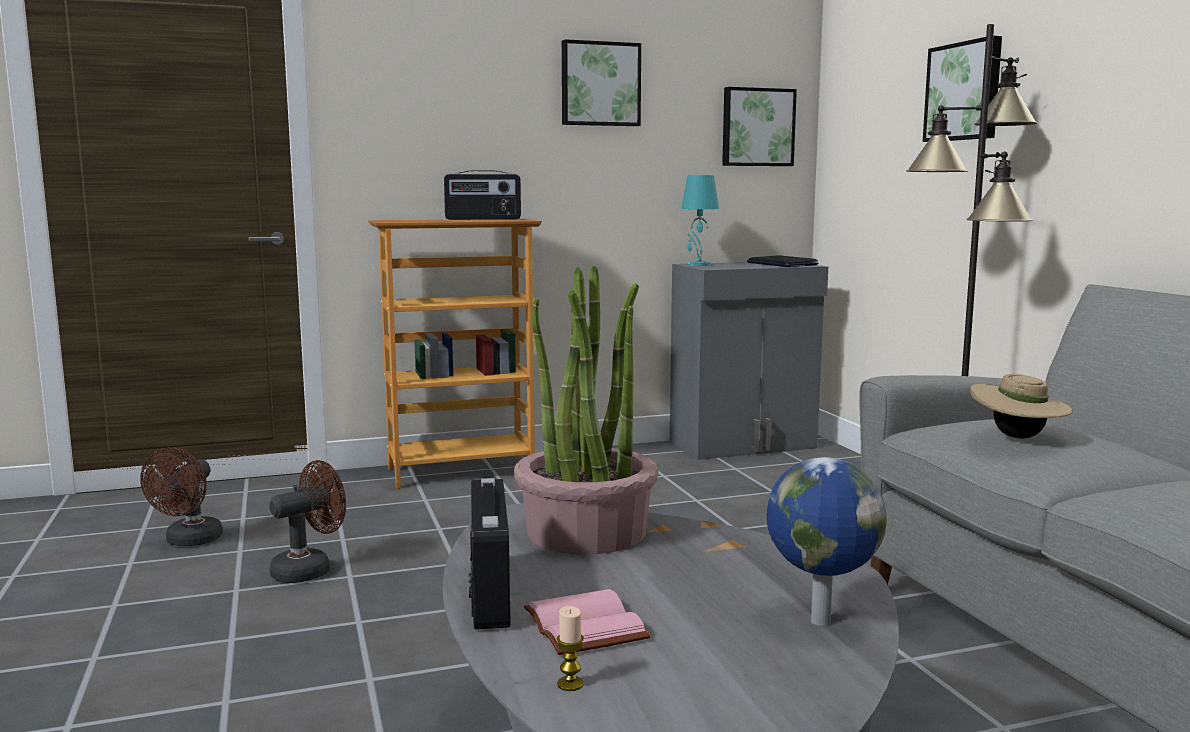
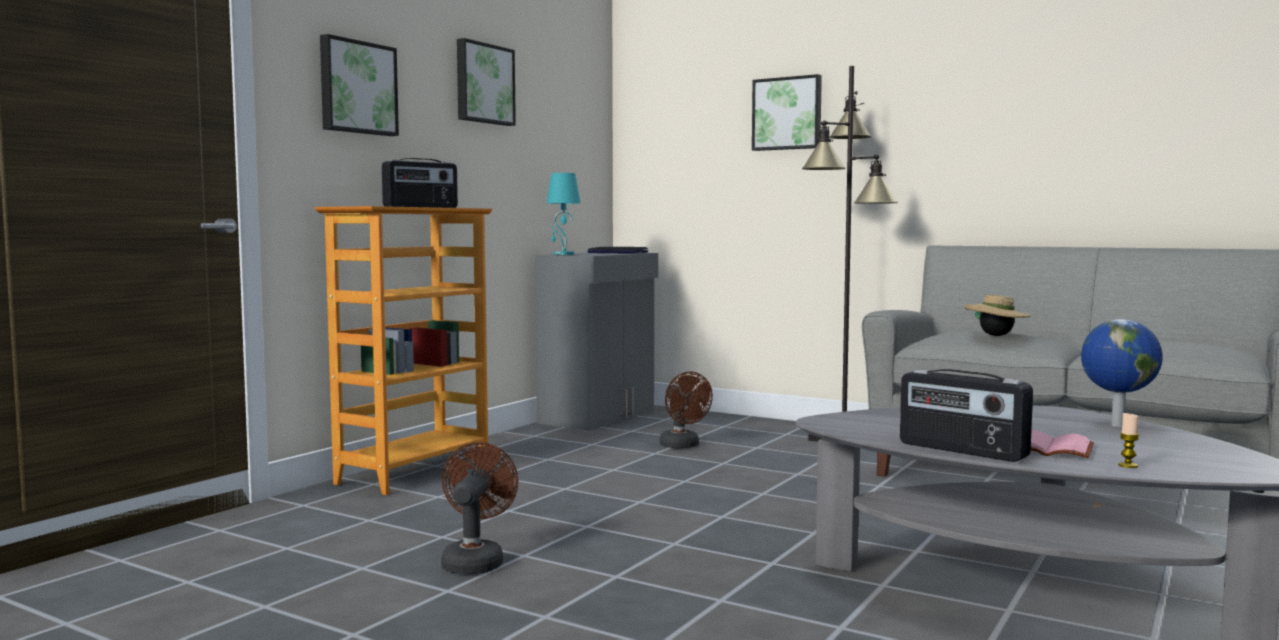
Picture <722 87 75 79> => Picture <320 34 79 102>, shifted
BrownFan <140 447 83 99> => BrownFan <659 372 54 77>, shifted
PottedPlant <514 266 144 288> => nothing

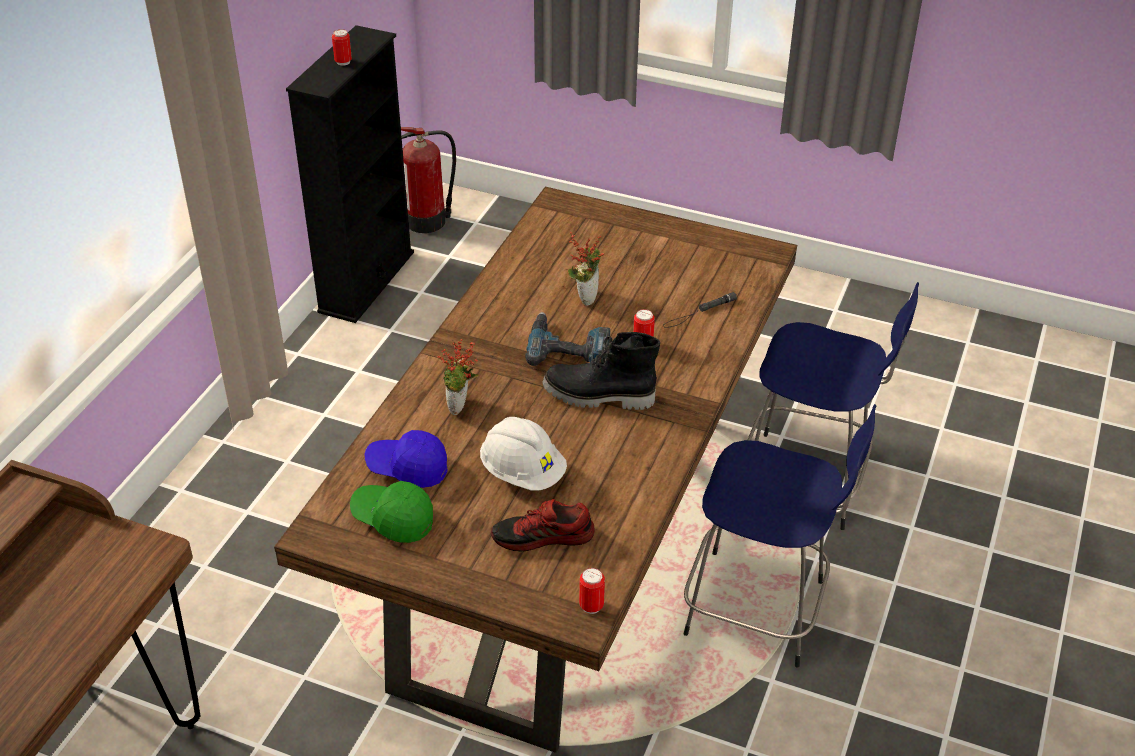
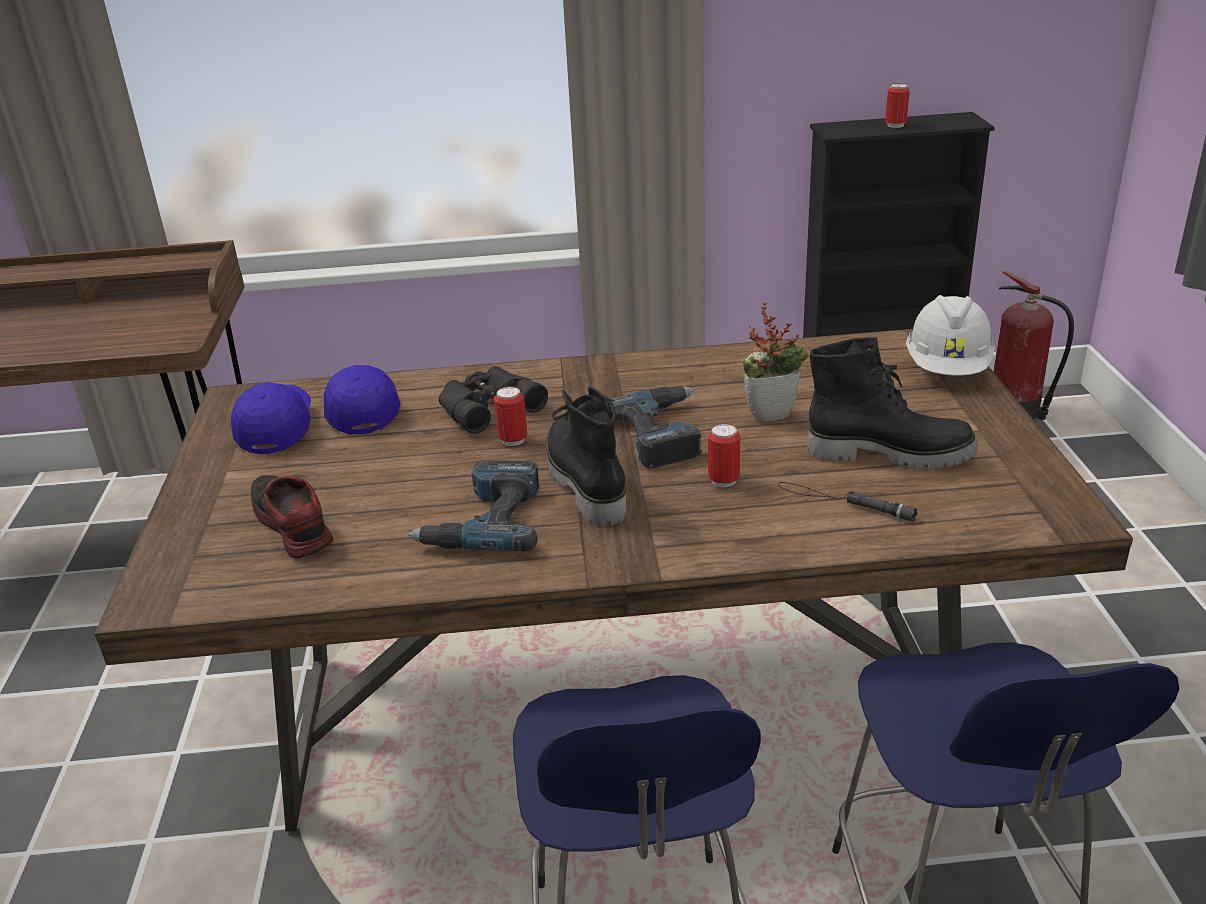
GreenCap <350 481 83 62> => BlueCap <231 382 80 72>
nothing => PowerDrill <408 460 131 91>
PottedPlant <437 339 41 76> => BlackBinoculars <438 366 110 68>
Can <579 568 26 46> => Can <494 386 33 60>, shifted
nothing => BlackBoot <808 337 170 133>
WhiteHardHat <480 417 87 74> => WhiteHardHat <906 295 89 80>, shifted

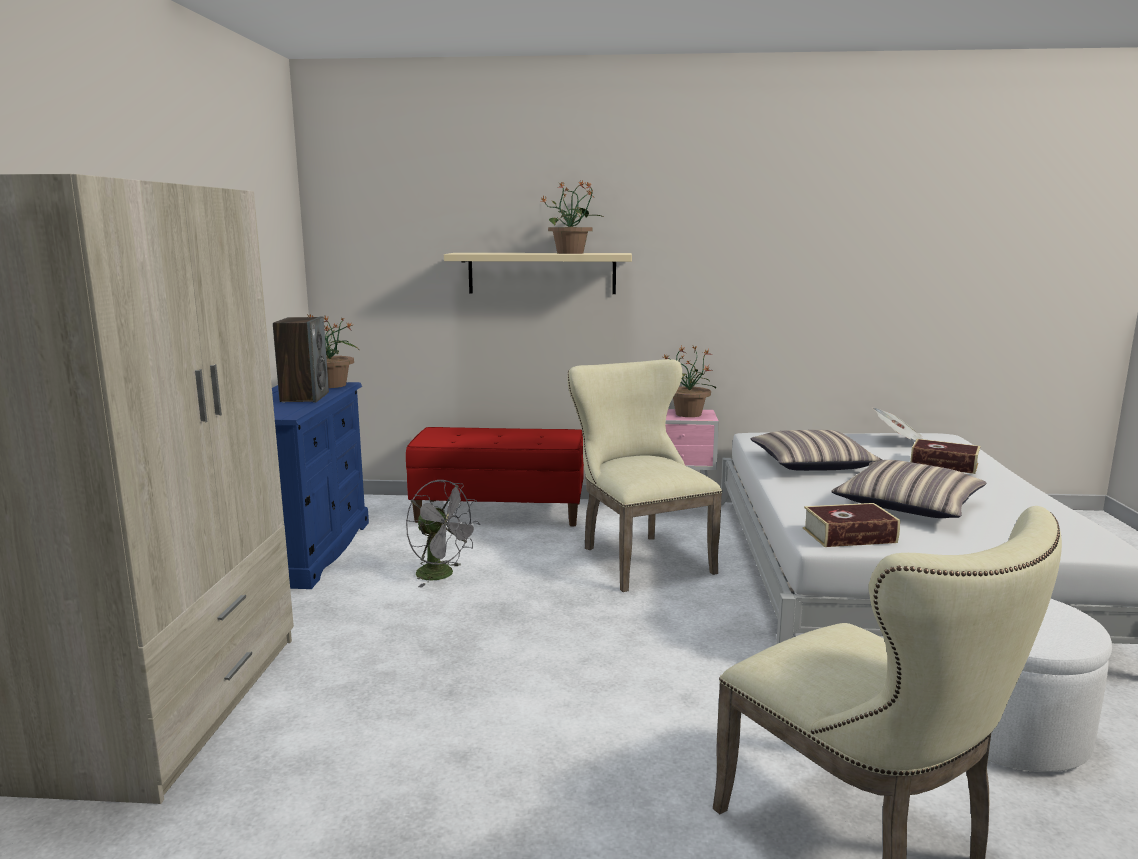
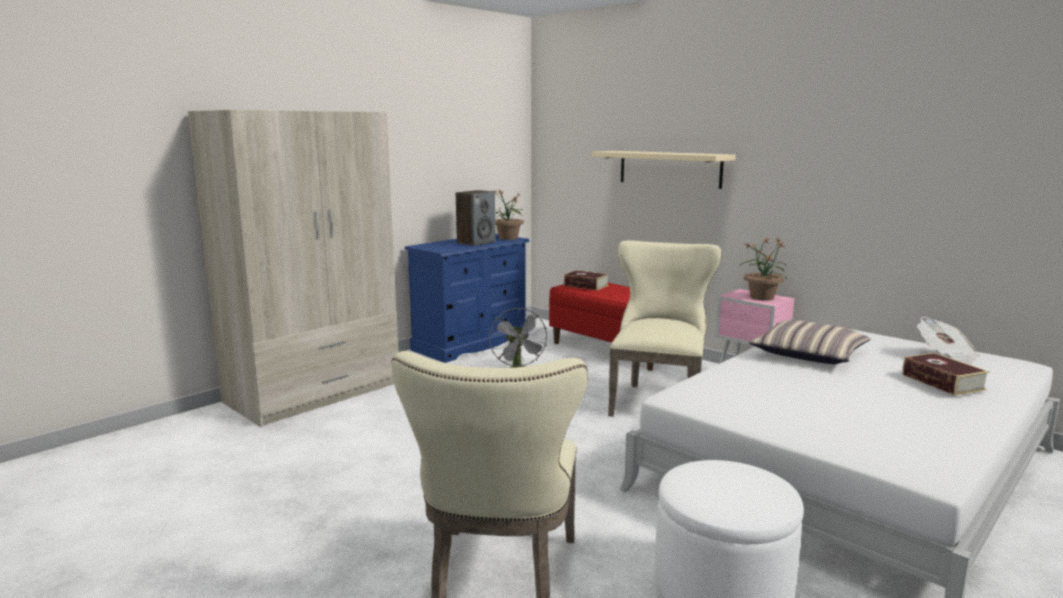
Book <803 503 97 44> => Book <564 270 45 20>, shifted
PottedPlant <541 180 64 74> => nothing
Pillow <831 460 155 58> => nothing

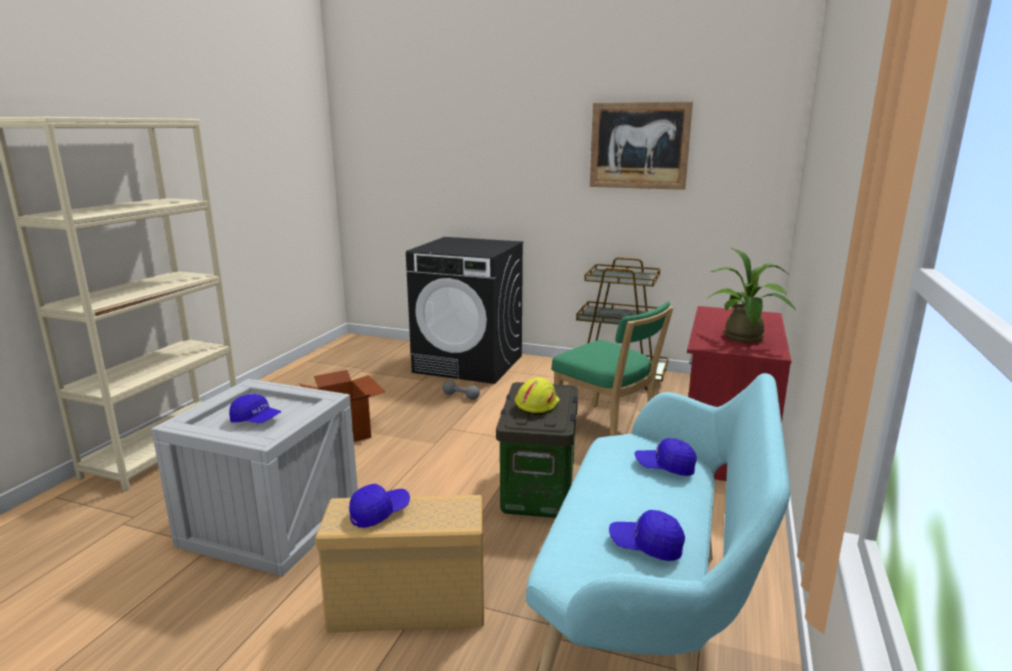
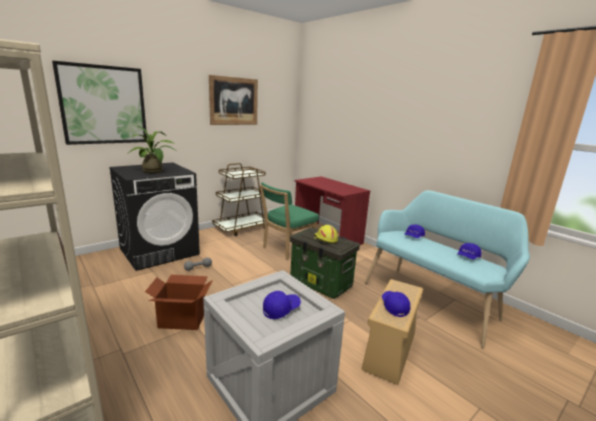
nothing => Picture <52 61 95 84>
PottedPlant <706 248 90 95> => PottedPlant <126 125 52 48>, shifted
GreenChair <551 302 123 134> => GreenChair <259 182 60 78>, 150 degrees clockwise

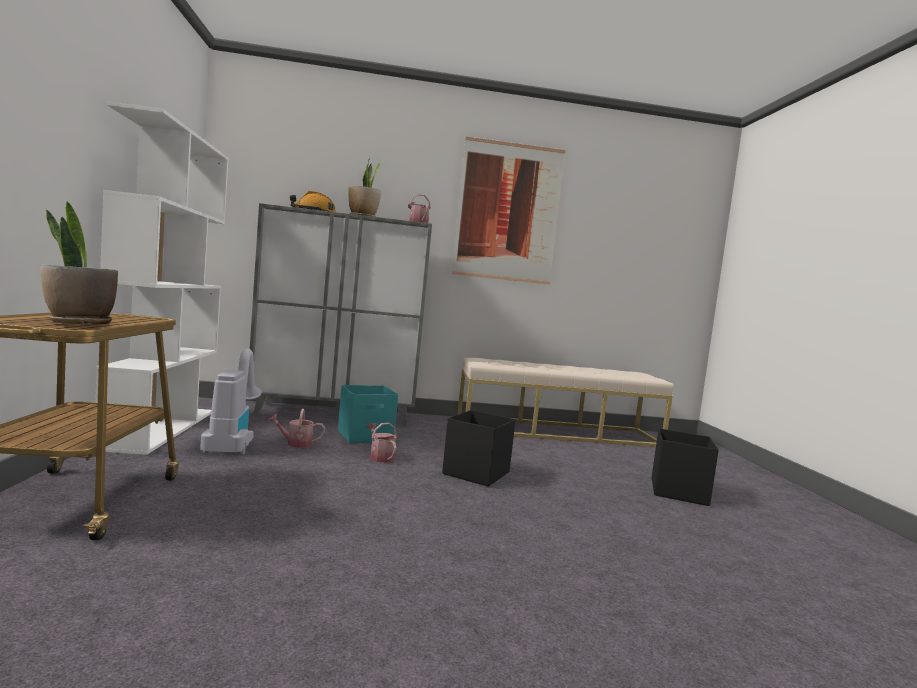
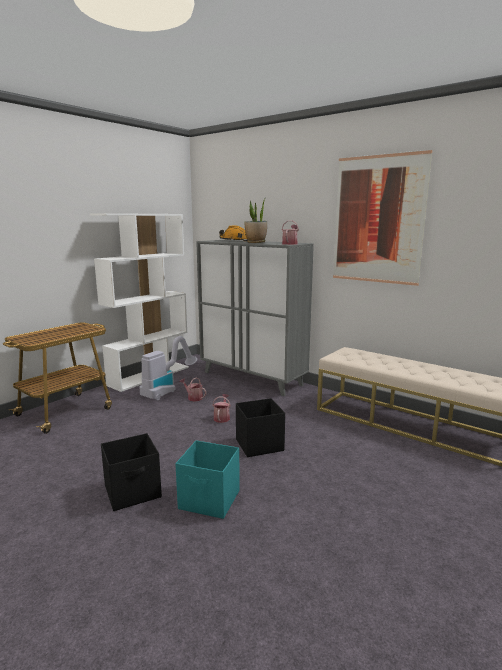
BlackStorageBox <652 428 67 78> => BlackStorageBox <101 433 61 78>, shifted
TurquoiseStorageBox <338 385 60 58> => TurquoiseStorageBox <175 440 65 79>, shifted
PottedPlant <40 202 78 122> => nothing

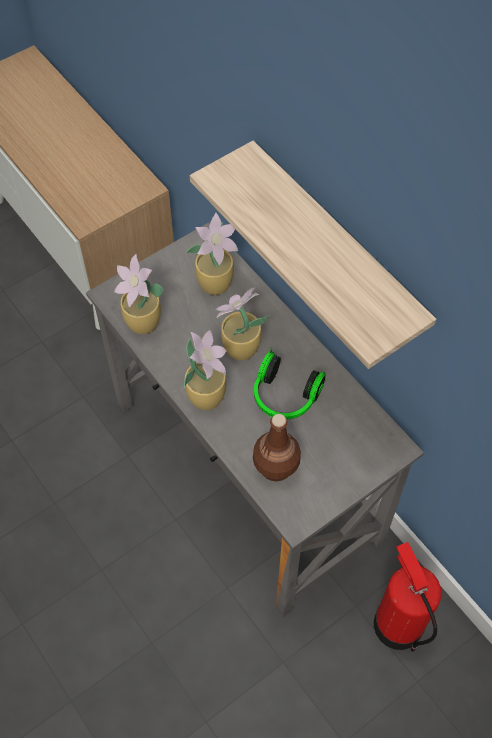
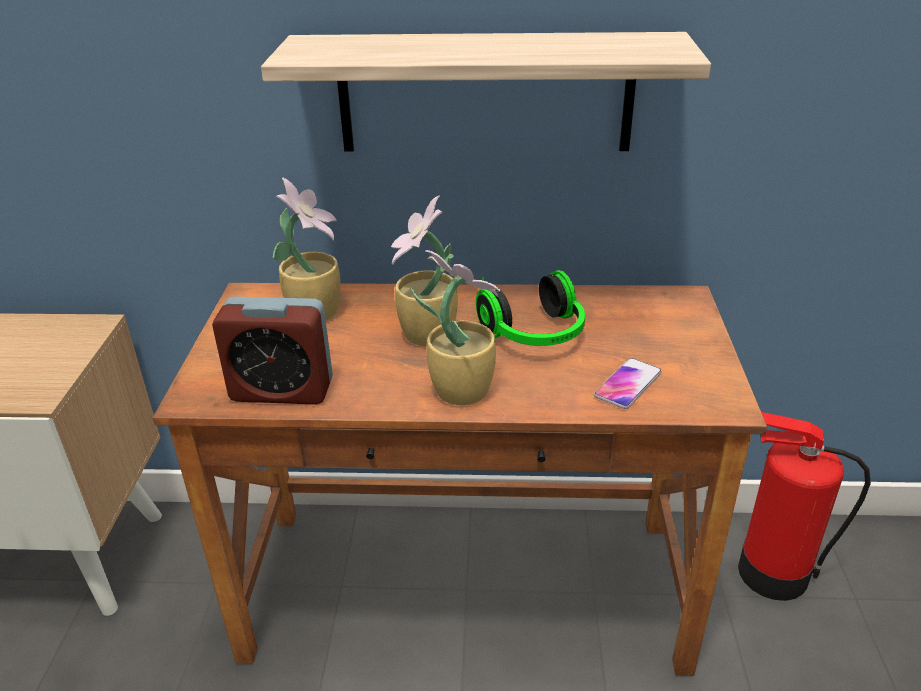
GreyDesk <86 222 338 395> => BrownDesk <153 283 614 393>
PottedPlant <114 254 49 80> => AlarmClock <212 297 121 108>
BrownBottle <253 414 48 67> => Phone <594 358 68 51>

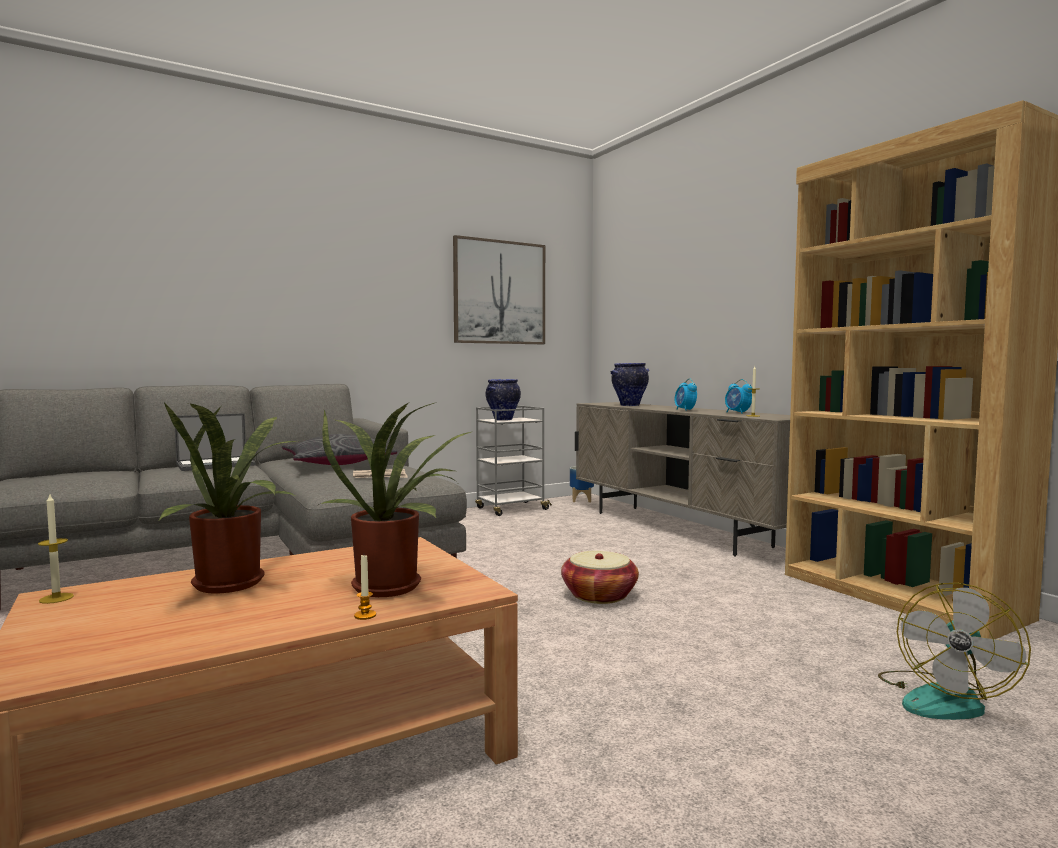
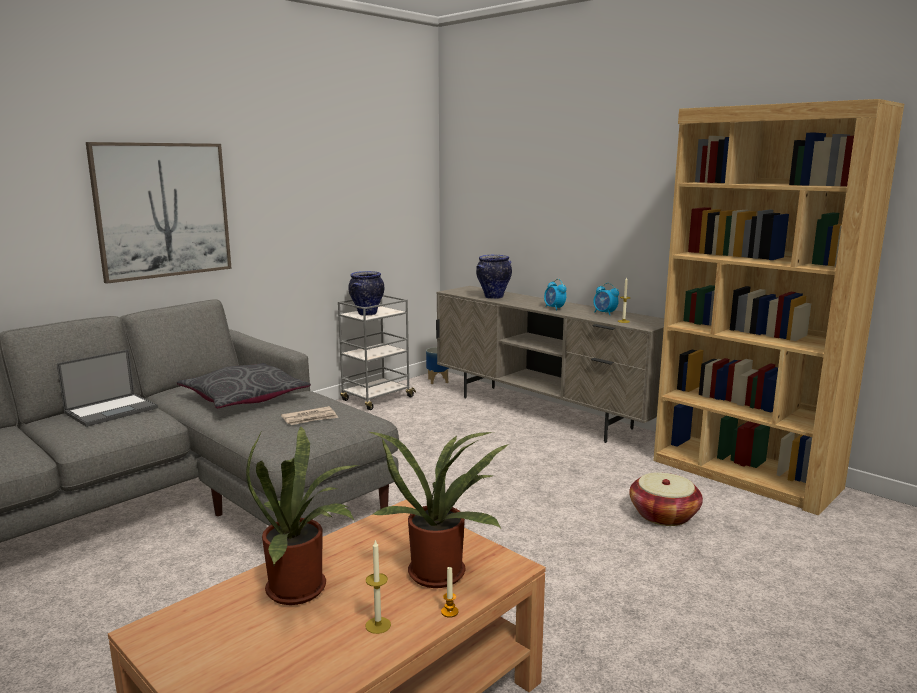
Picture <453 235 92 109> => Picture <86 142 146 142>, shifted
Candle <38 495 36 109> => Candle <366 539 25 95>, shifted
Basket <561 551 78 53> => Basket <629 472 74 54>, shifted
Fan <878 583 153 137> => nothing

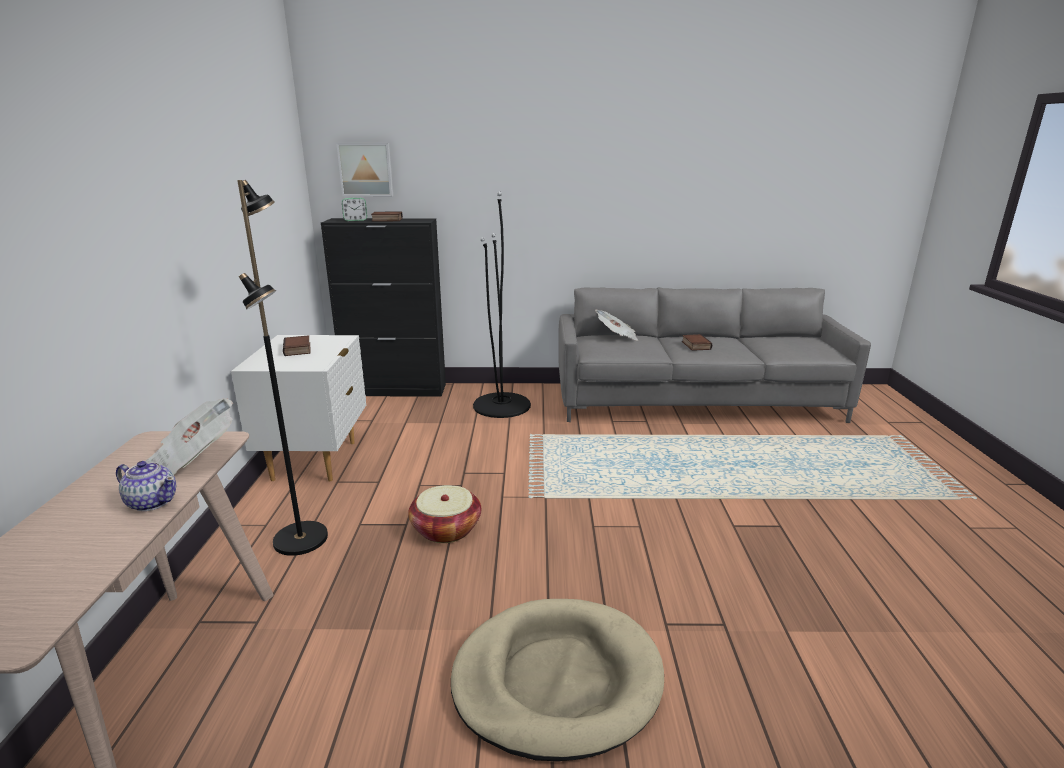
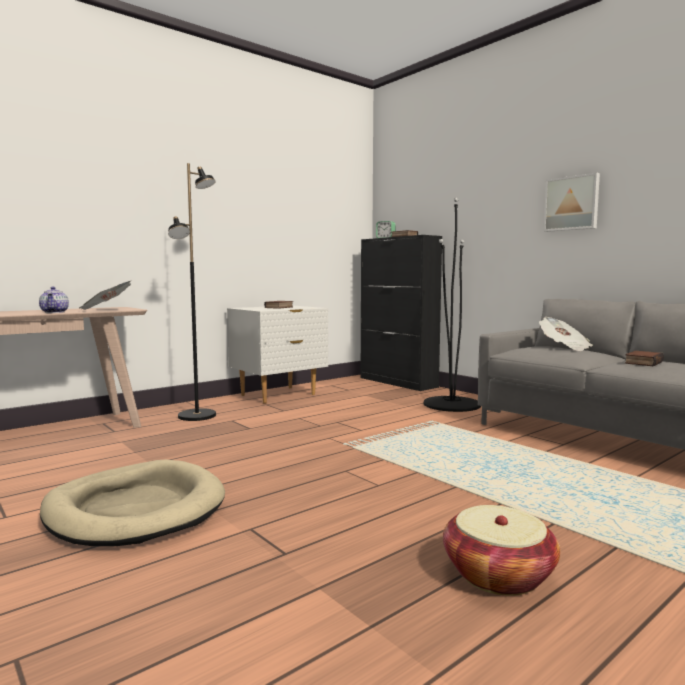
Basket <408 485 73 58> => Basket <443 505 117 91>, shifted
Picture <336 143 57 53> => Picture <544 172 56 60>, shifted

